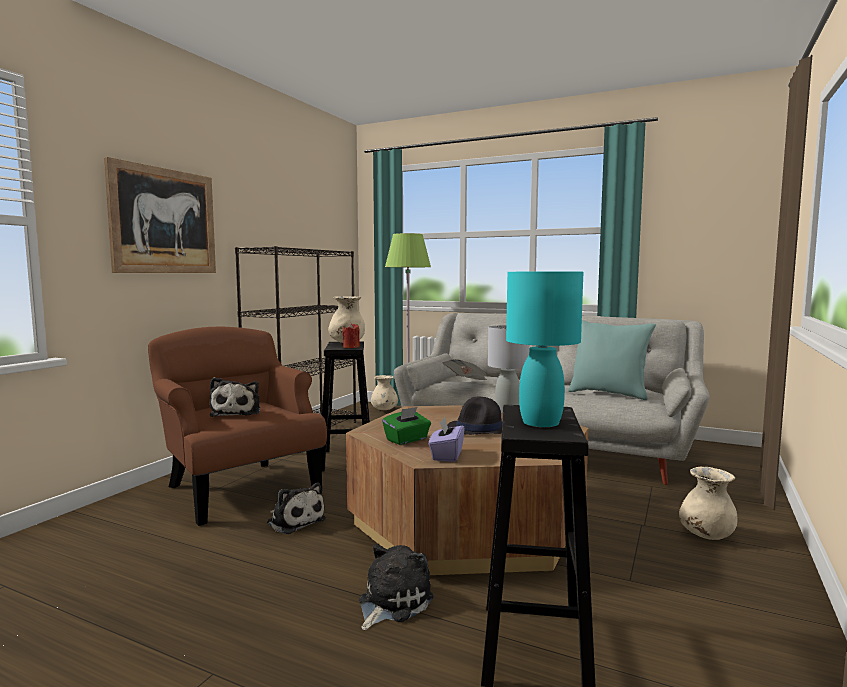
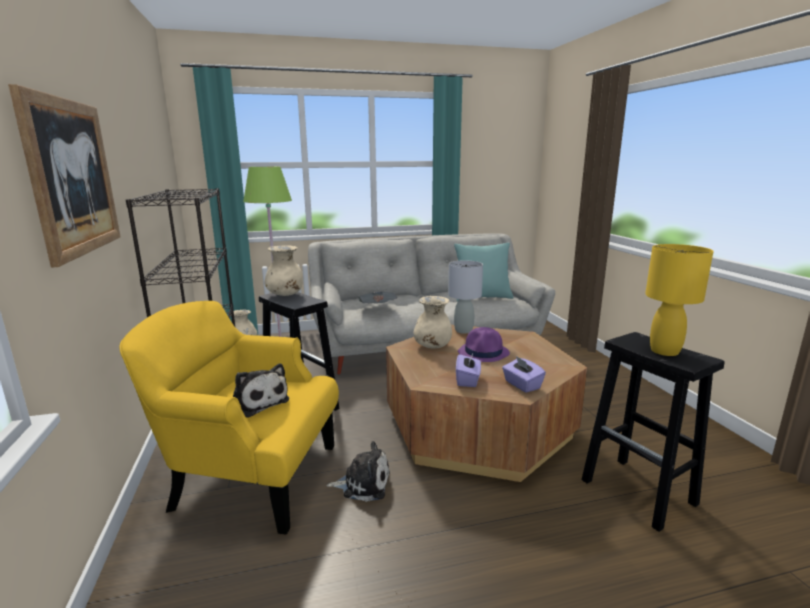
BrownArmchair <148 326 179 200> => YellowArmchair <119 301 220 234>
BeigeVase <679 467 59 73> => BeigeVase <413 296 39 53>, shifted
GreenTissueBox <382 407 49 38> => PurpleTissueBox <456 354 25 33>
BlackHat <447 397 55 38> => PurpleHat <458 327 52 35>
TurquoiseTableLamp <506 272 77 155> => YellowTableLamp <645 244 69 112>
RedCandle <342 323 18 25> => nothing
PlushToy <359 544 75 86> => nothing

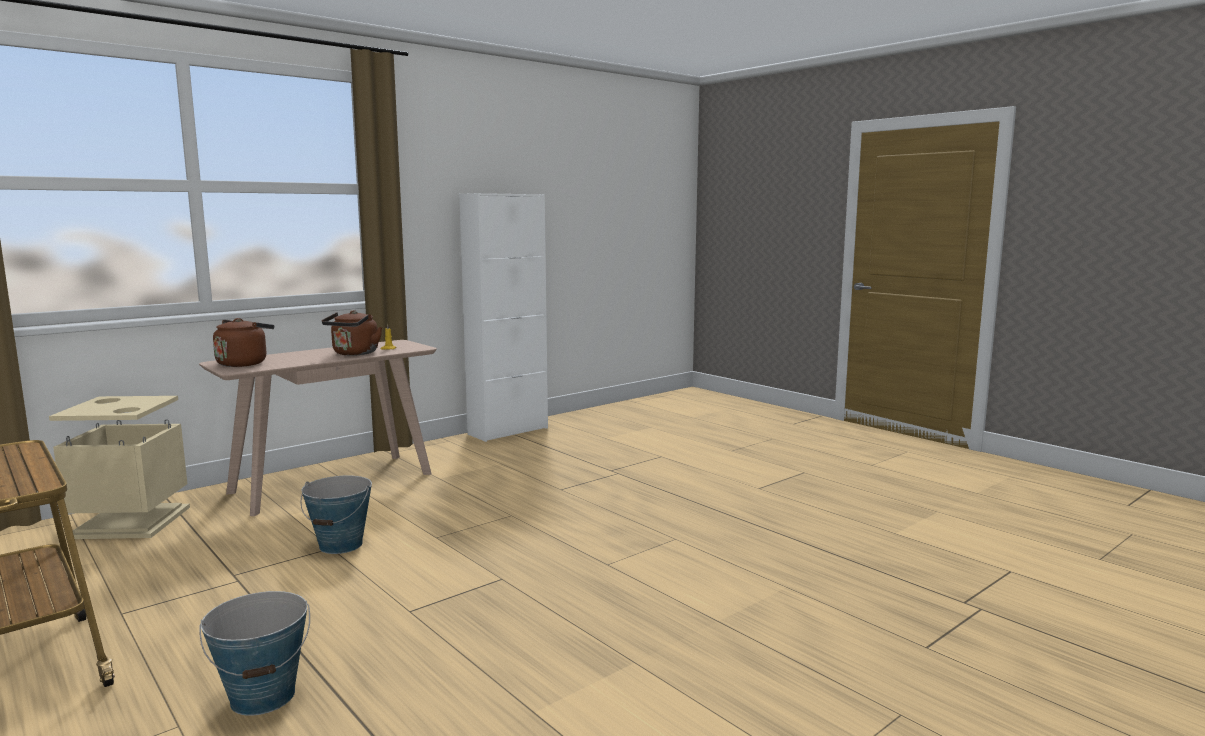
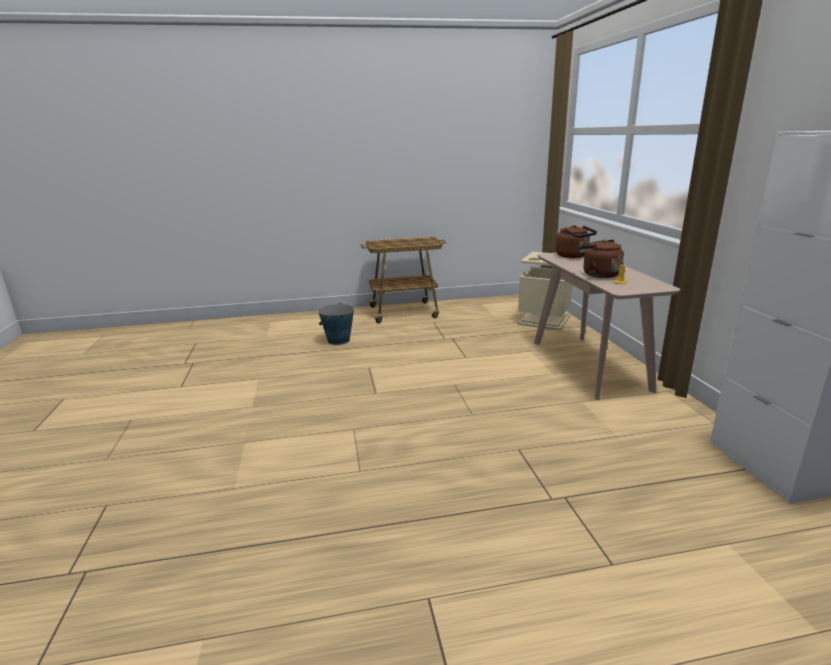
Bucket <300 476 72 78> => nothing

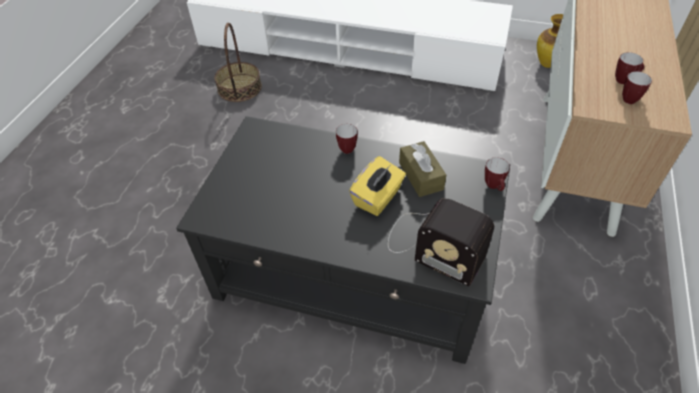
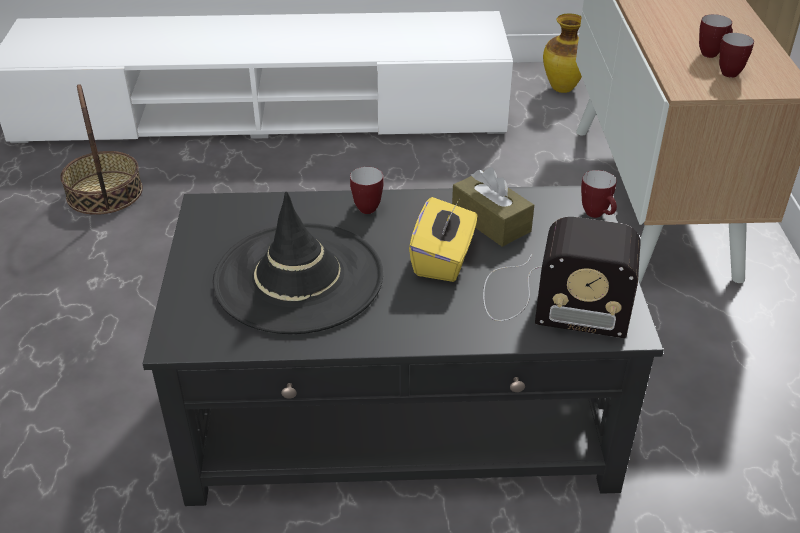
nothing => BlackHat <213 191 170 143>

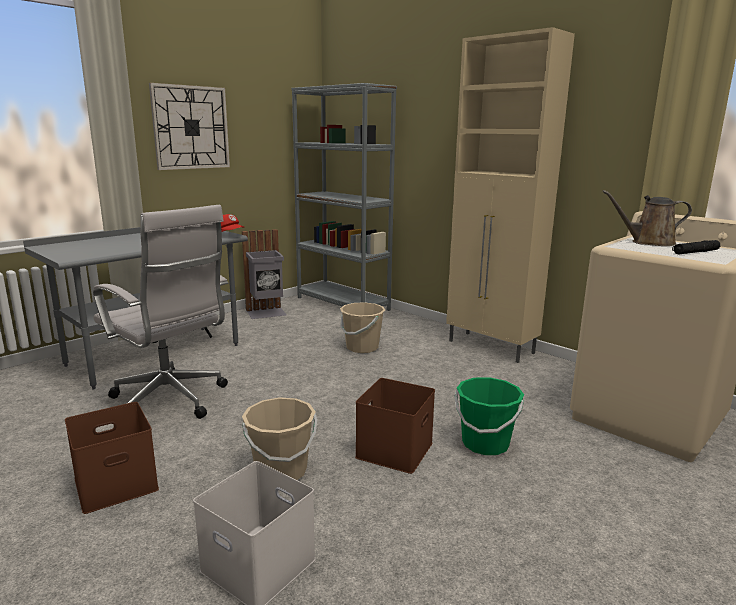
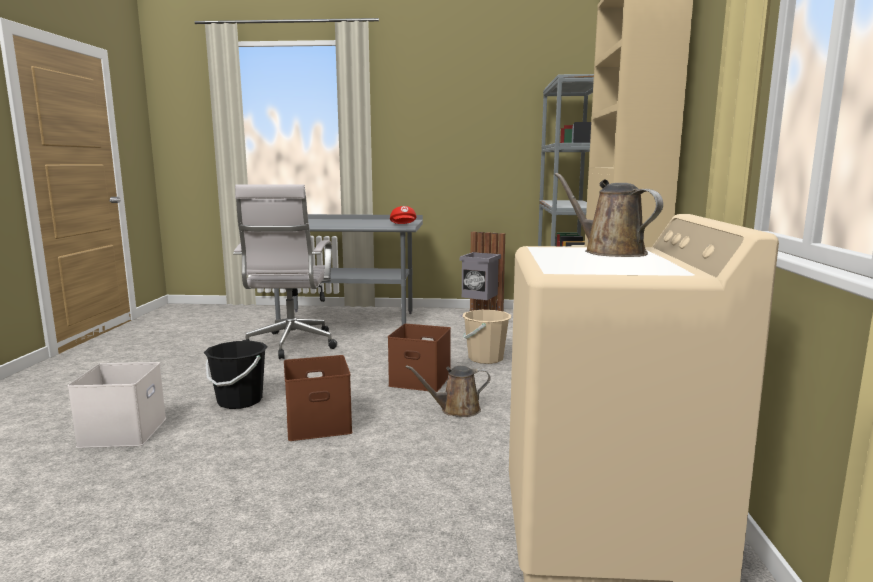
BeigeBucket <242 397 75 83> => BlackBucket <204 341 64 68>
BrownStorageBox <65 402 94 112> => BrownStorageBox <388 324 63 68>, shifted
nothing => BrownWateringCan <406 365 84 52>
WallClock <149 83 81 87> => nothing
GreenBucket <455 377 69 78> => nothing
BlackFlashlight <672 240 48 14> => nothing

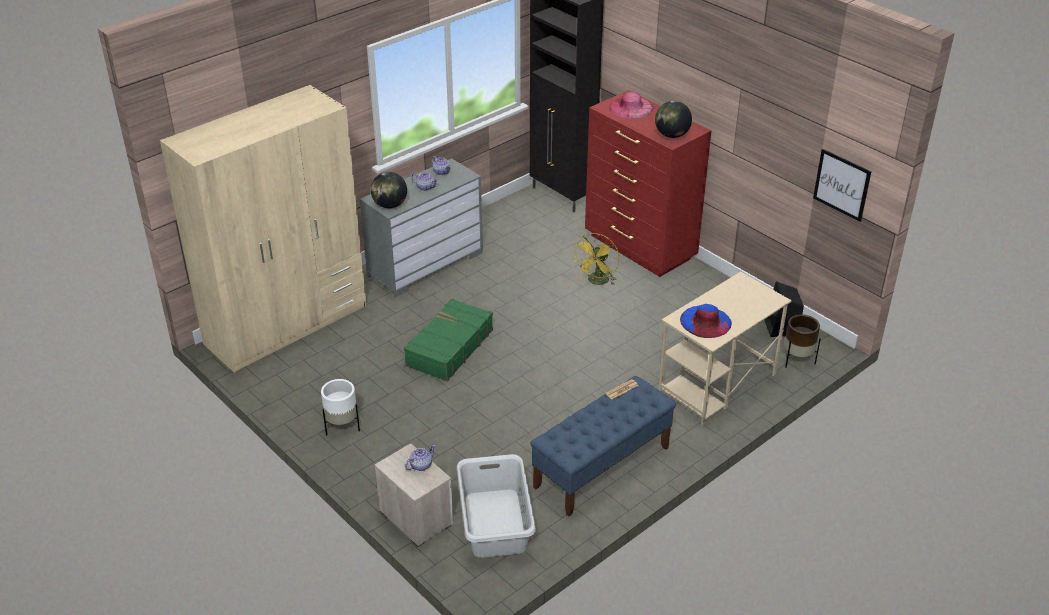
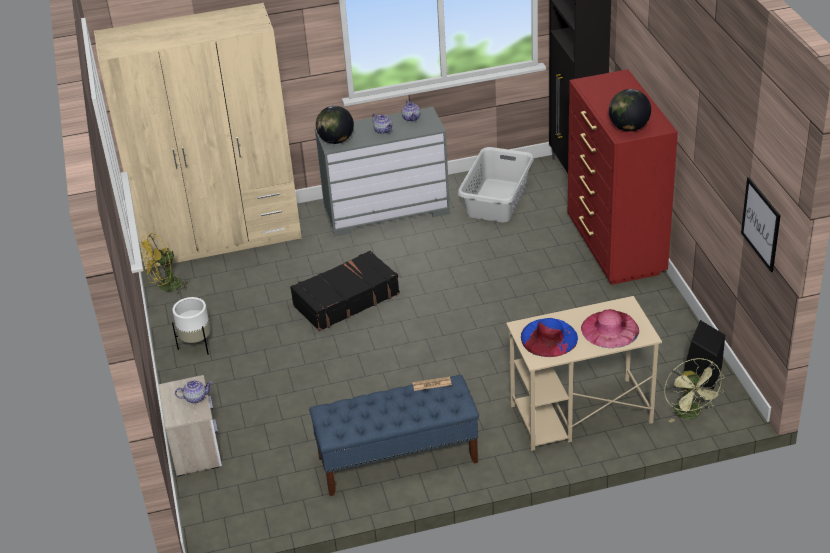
YellowFan <573 233 47 52> => YellowFan <140 233 50 62>, shifted
GreenSuitcase <404 299 89 82> => BlackSuitcase <290 250 110 81>
GreyLaundryBasket <457 454 79 104> => GreyLaundryBasket <458 147 76 75>, shifted
PinkHat <609 92 45 26> => PinkHat <581 309 58 39>, shifted
BrownPlanter <784 314 37 54> => GreenFan <664 358 61 65>

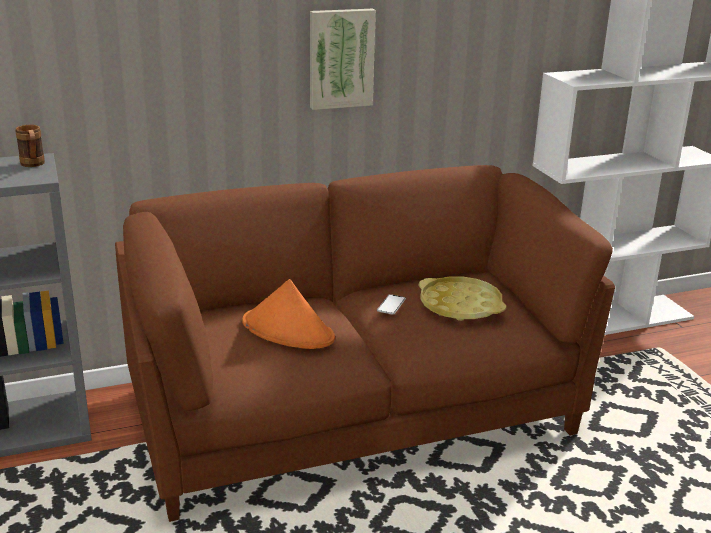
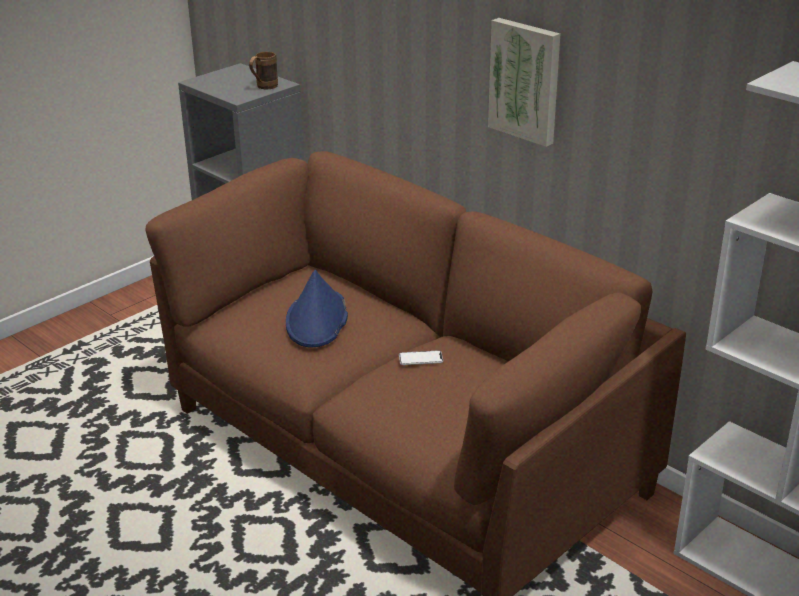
OrangeHat <242 279 93 70> => BlueHat <286 270 62 77>
YellowTray <419 276 87 45> => nothing

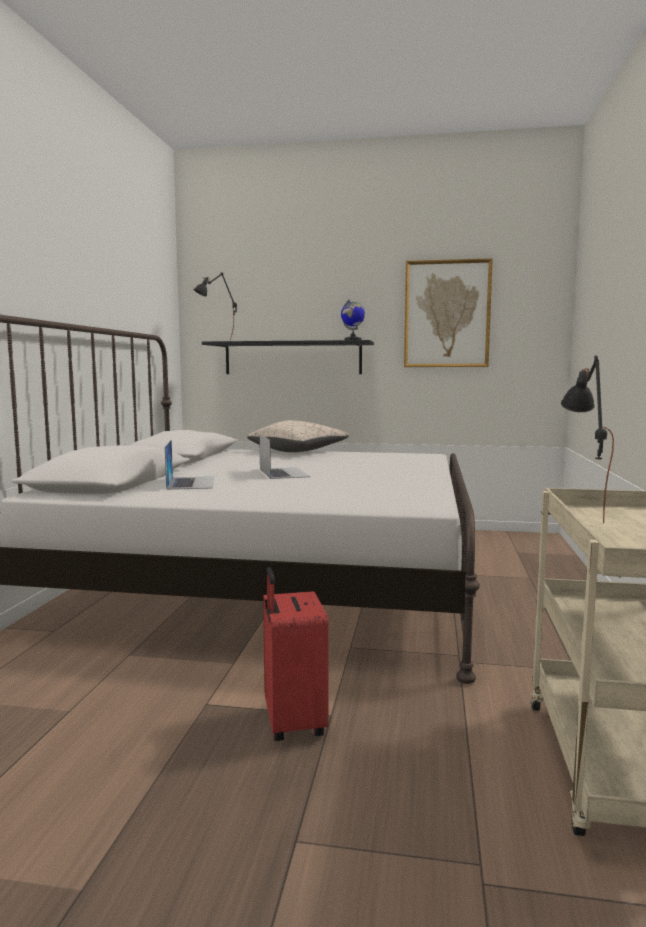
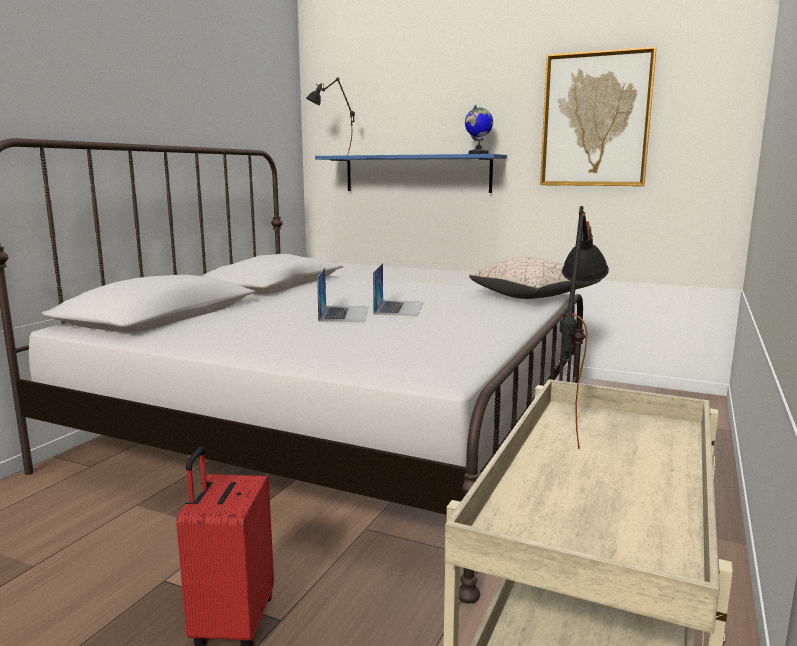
BlackShelf <202 340 172 34> => BlueShelf <315 154 192 39>
Laptop <165 440 49 50> => Laptop <373 263 50 53>, shifted
BeigePillow <247 420 102 32> => BeigePillow <469 256 132 43>, shifted

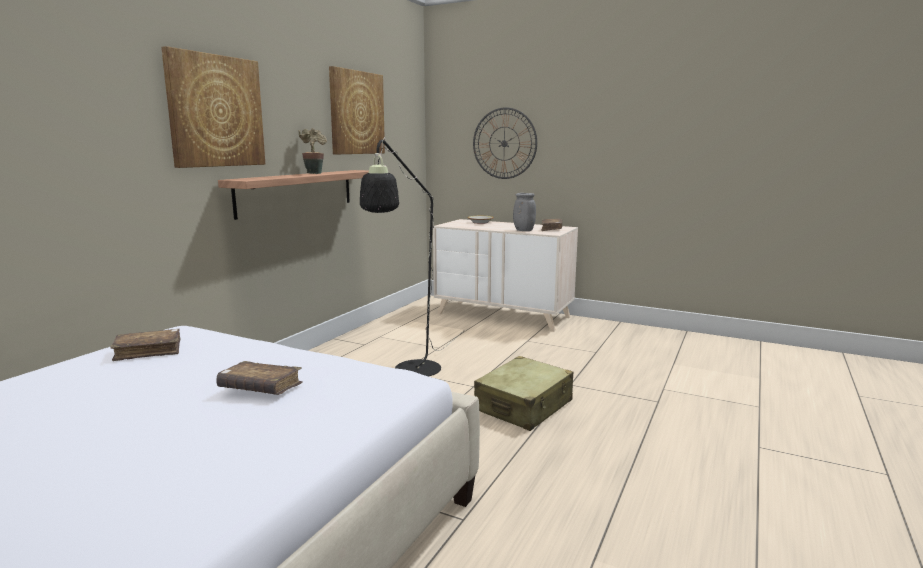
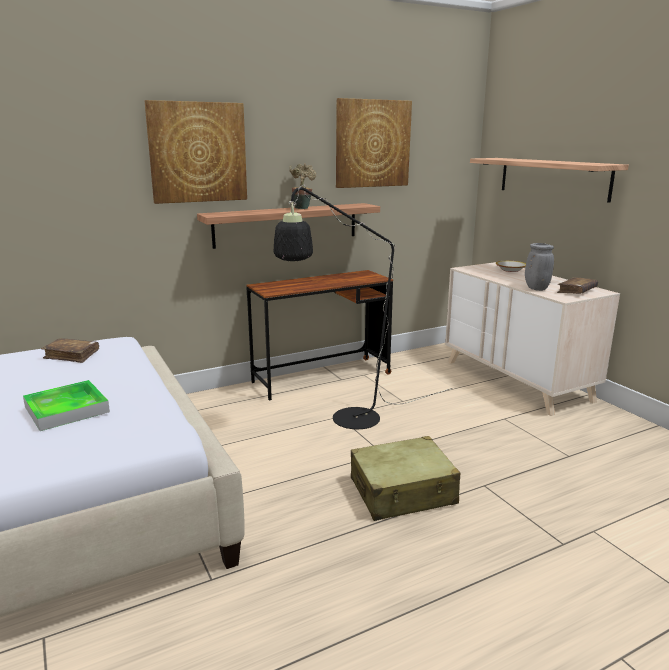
BrownBook <216 361 87 34> => Tray <23 380 87 51>
nothing => BrownDesk <246 270 147 130>
WallClock <473 107 64 72> => Shelf <470 158 159 45>

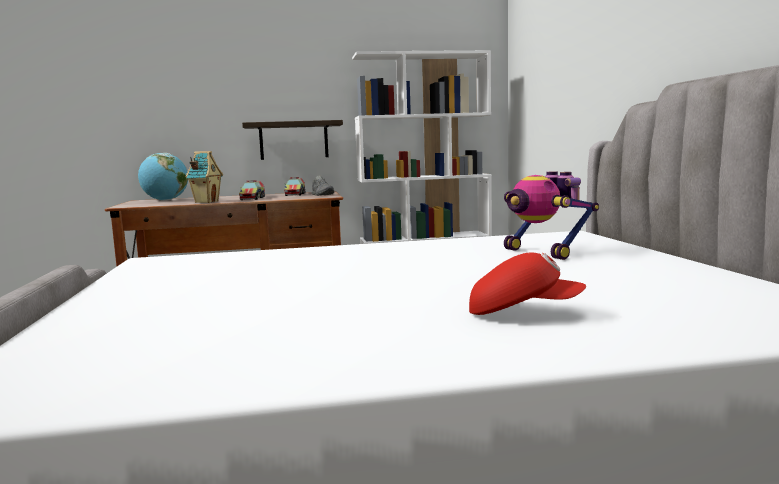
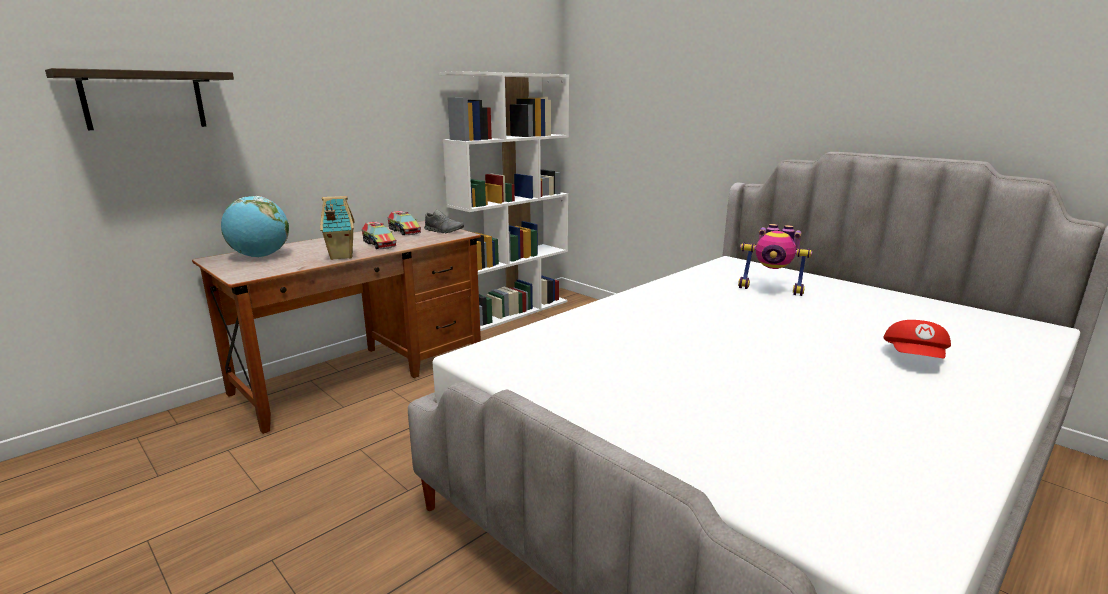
Shelf <242 120 101 40> => Shelf <45 68 189 62>, shifted
RedCap <469 253 117 62> => RedCap <883 320 68 39>, 135 degrees clockwise

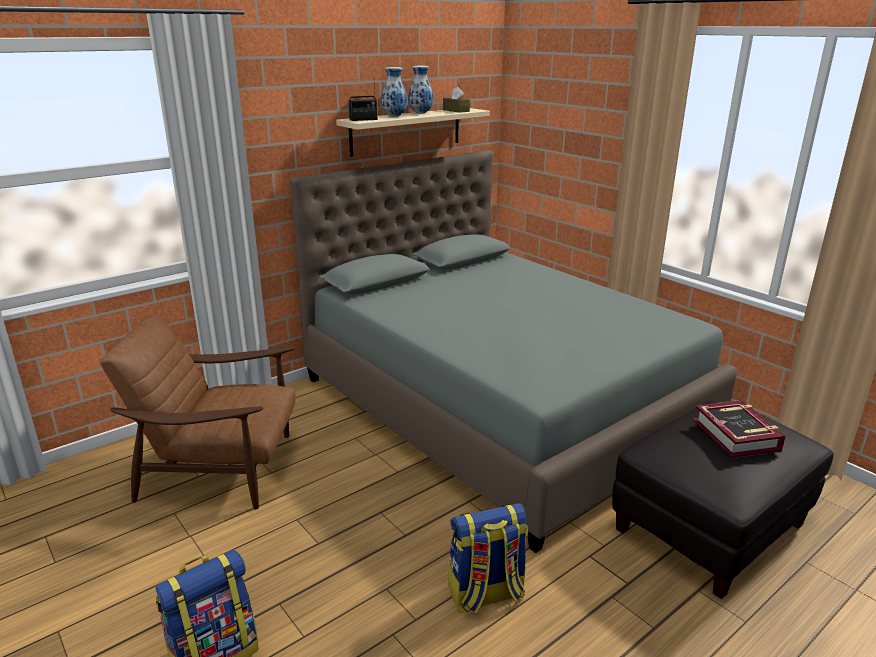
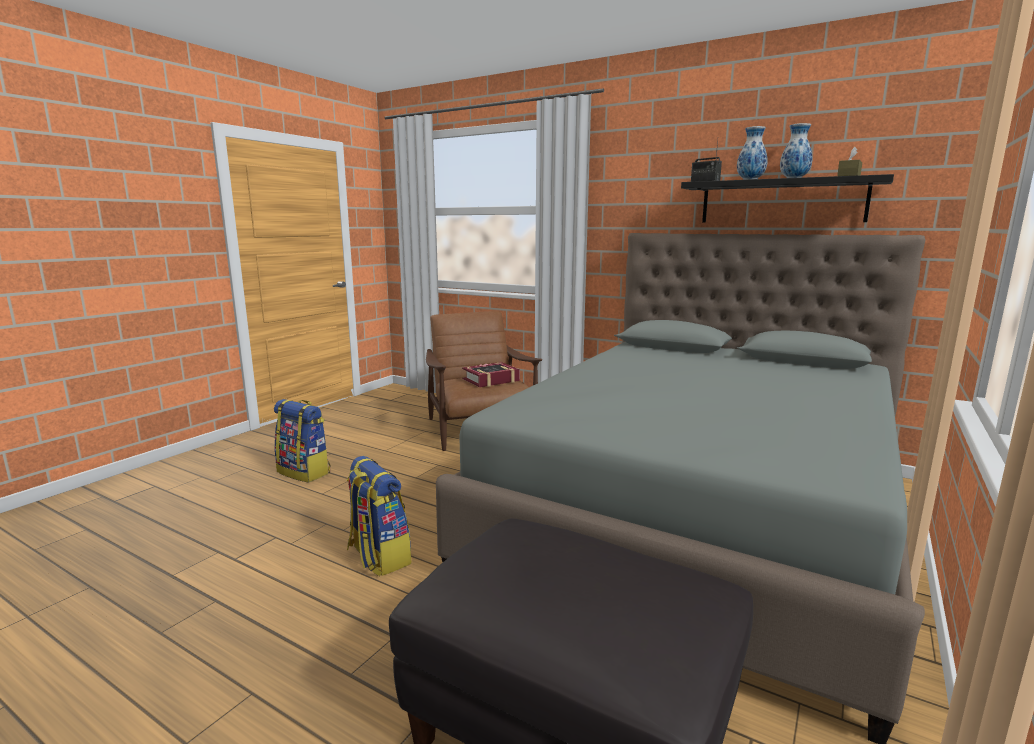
Book <693 400 93 58> => Book <462 362 58 25>, shifted
BeigeShelf <336 108 154 49> => BlackShelf <681 174 213 48>

